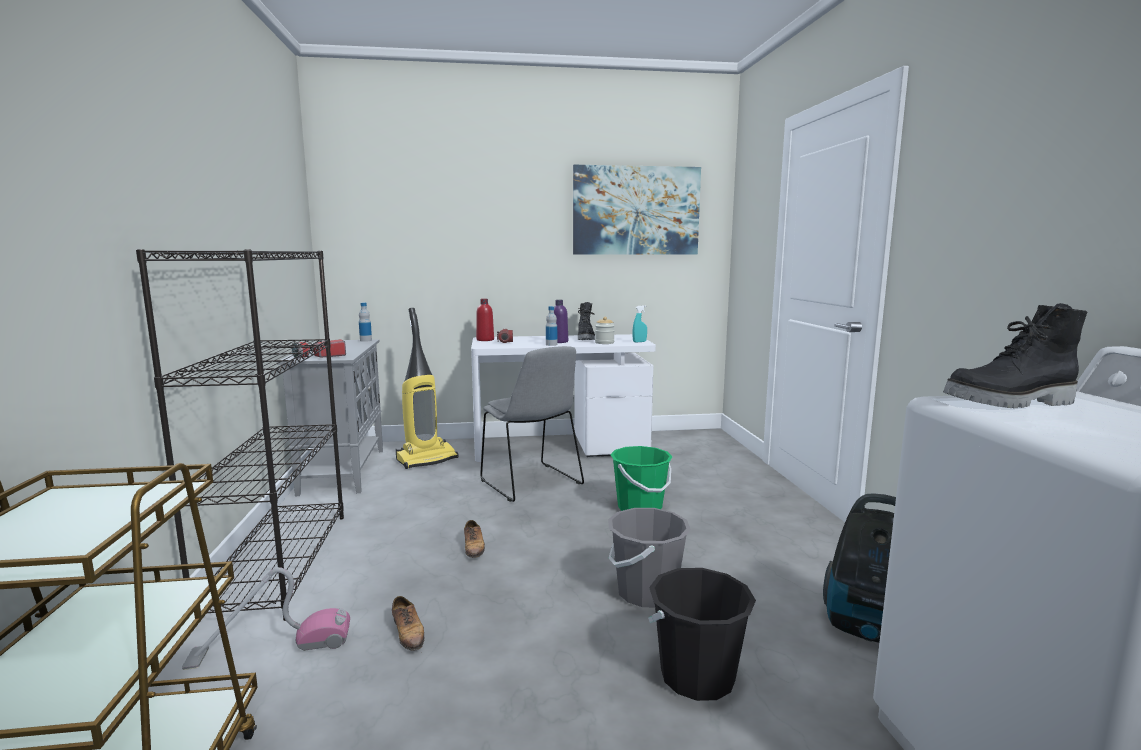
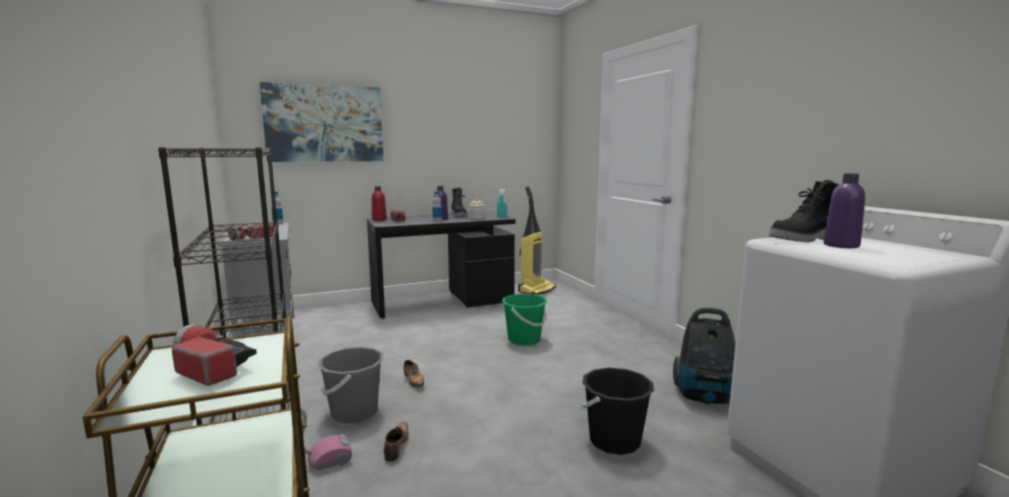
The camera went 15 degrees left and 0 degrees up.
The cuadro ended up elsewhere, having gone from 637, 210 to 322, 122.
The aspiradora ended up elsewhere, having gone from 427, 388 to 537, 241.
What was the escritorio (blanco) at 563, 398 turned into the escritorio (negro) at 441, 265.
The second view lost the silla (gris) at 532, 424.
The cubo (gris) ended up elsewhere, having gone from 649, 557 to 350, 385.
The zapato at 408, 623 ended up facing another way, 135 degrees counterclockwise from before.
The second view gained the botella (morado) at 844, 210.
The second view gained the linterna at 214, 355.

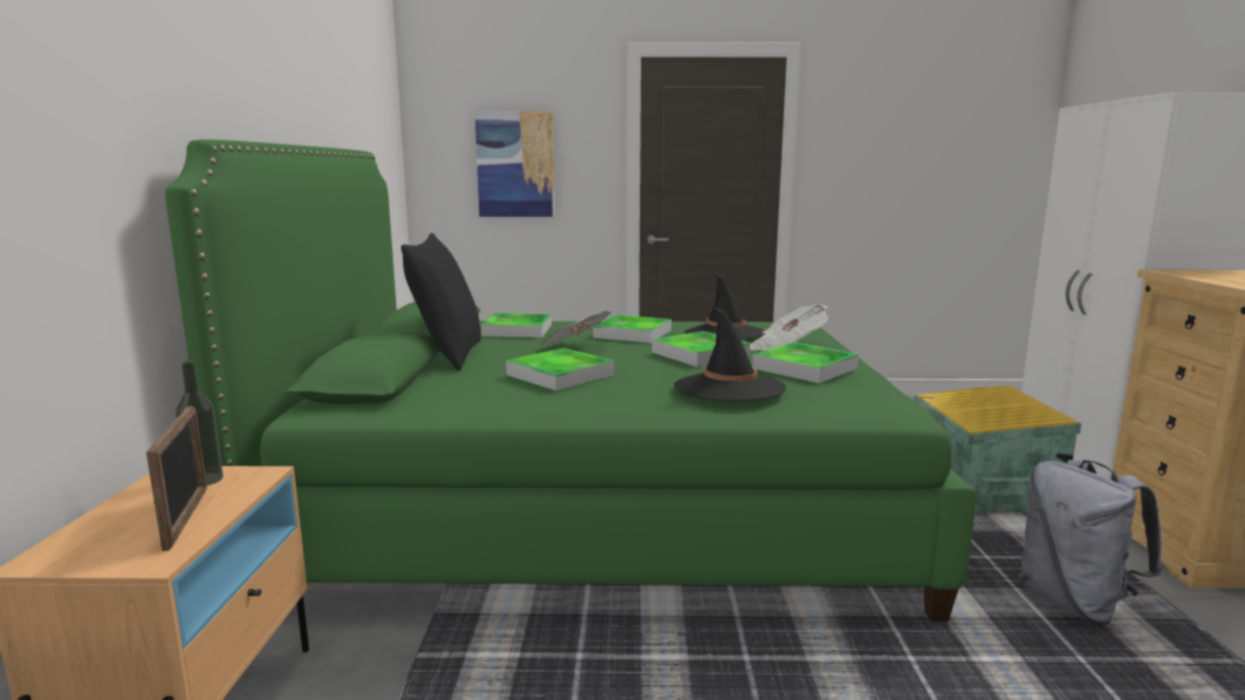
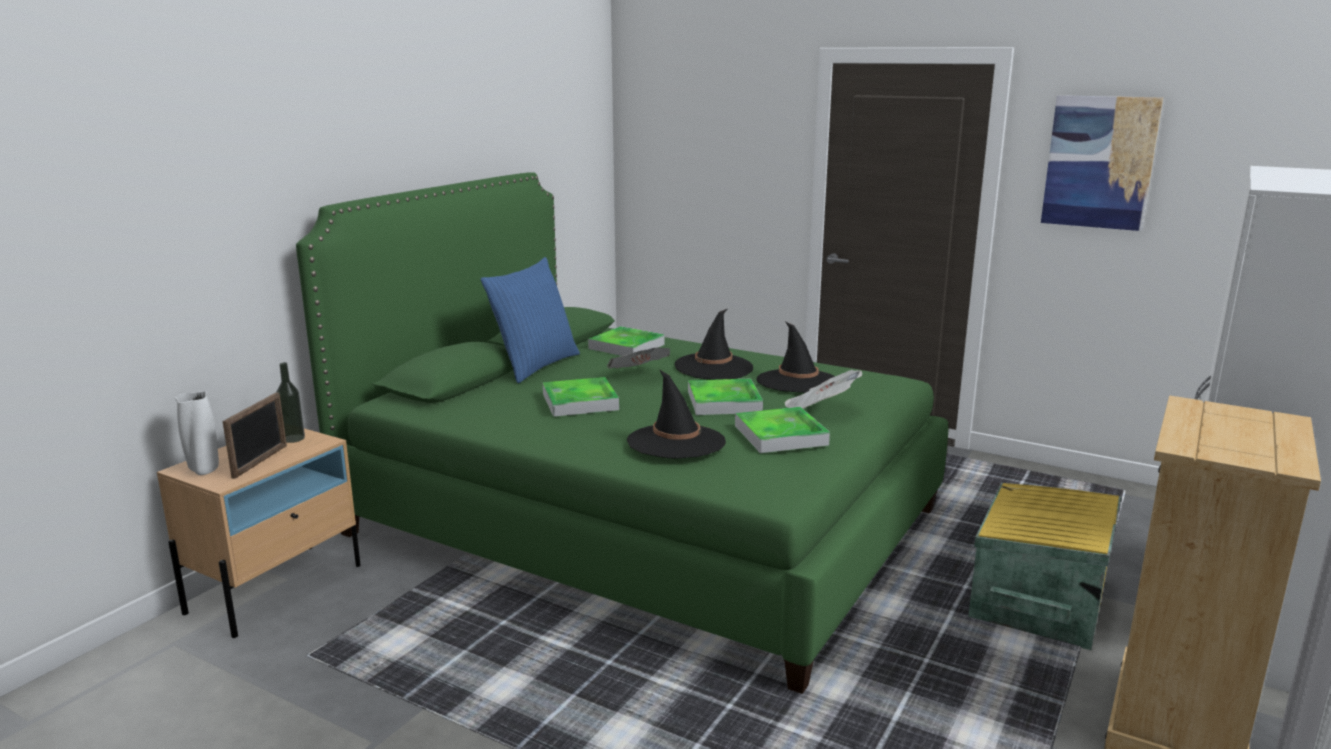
The camera went 30 degrees right and 5 degrees up.
The cuadro ended up elsewhere, having gone from 515, 164 to 1102, 163.
What was the cojín (negro) at 441, 302 turned into the cojín (azul) at 530, 320.
Where the bandeja stood at 632, 329, the sombrero (negro) came to stand at 714, 344.
The second view lost the mochila (gris) at 1090, 542.
The second view gained the florero (blanco) at 197, 433.

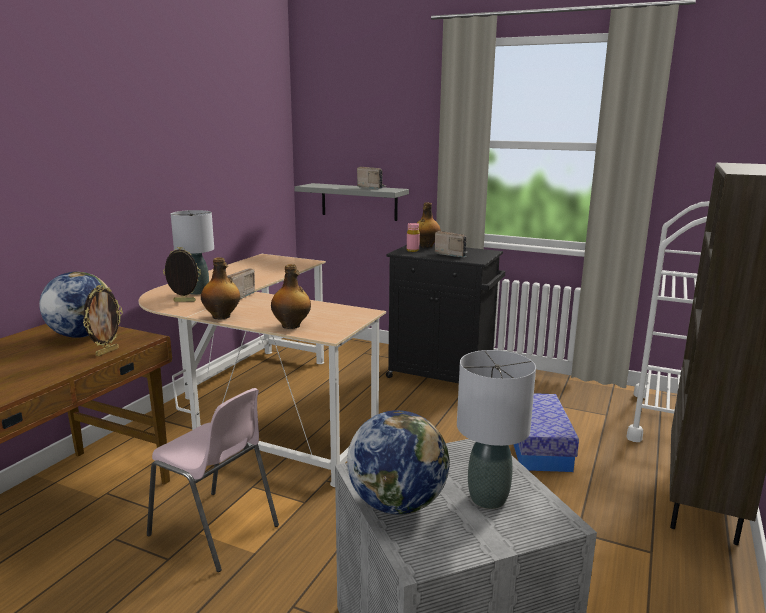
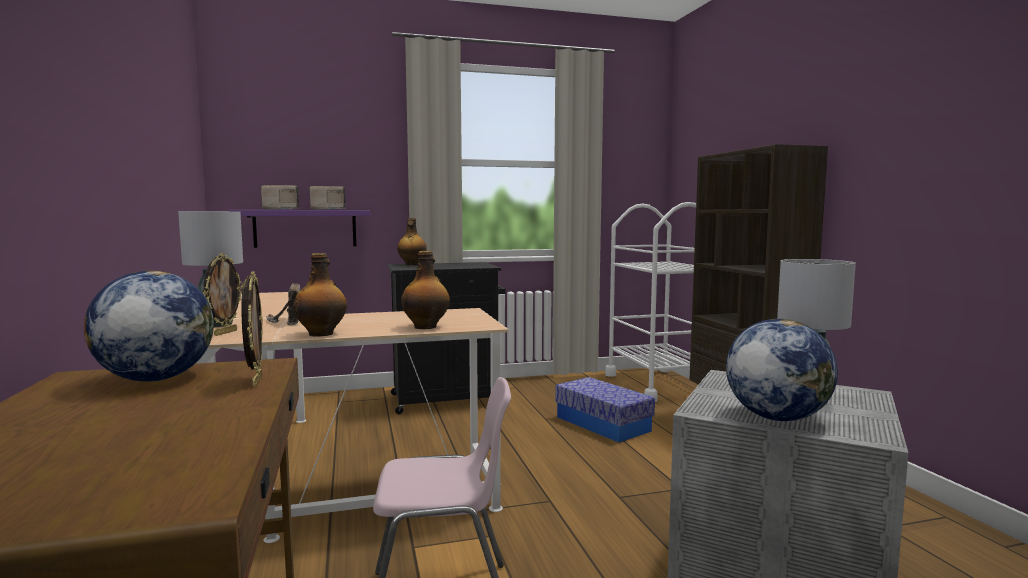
The camera went 40 degrees left and 10 degrees down.
What was the estante (gris) at 351, 202 turned into the estante (morado) at 299, 229.
The second view lost the botella (rosa) at 413, 237.
The radio ended up elsewhere, having gone from 451, 244 to 280, 197.
The portarretratos at 182, 274 ended up facing another way, 150 degrees clockwise from before.

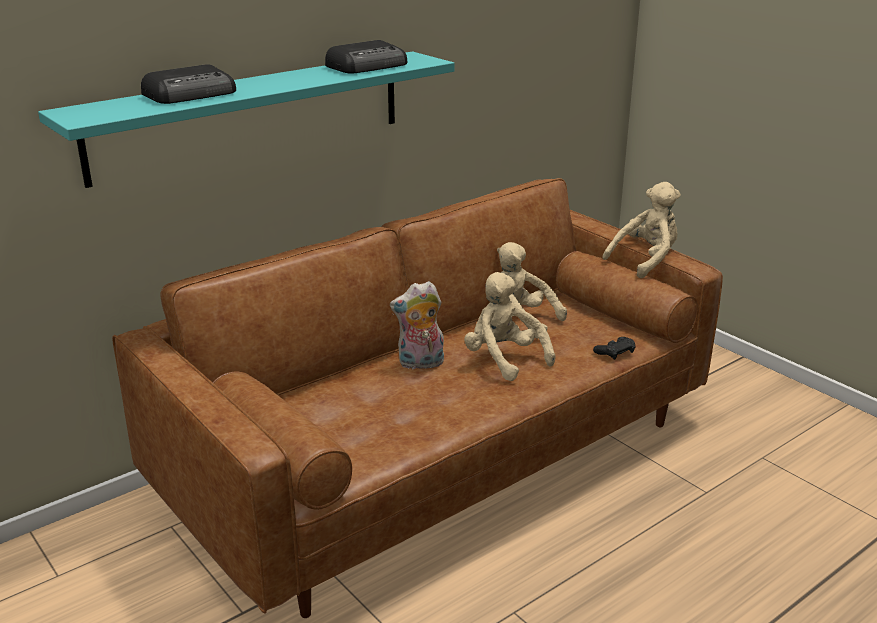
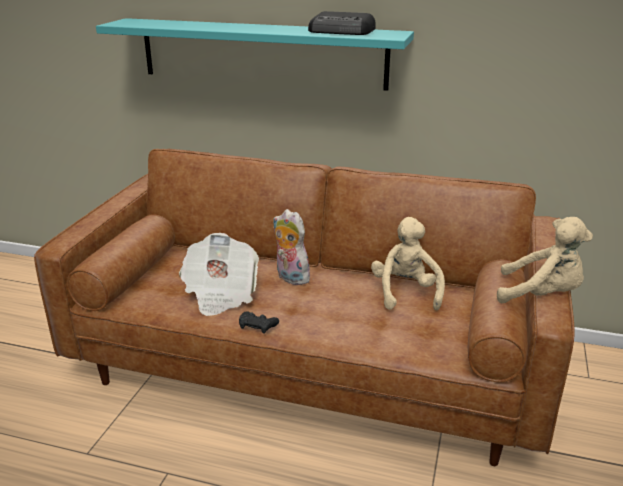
The camera went 55 degrees right and 0 degrees up.
The second view lost the radio at 188, 84.
The second view lost the peluche (beis) at 510, 326.
The mando de consola (negro) ended up elsewhere, having gone from 614, 348 to 259, 322.
The second view gained the periódico at 219, 274.

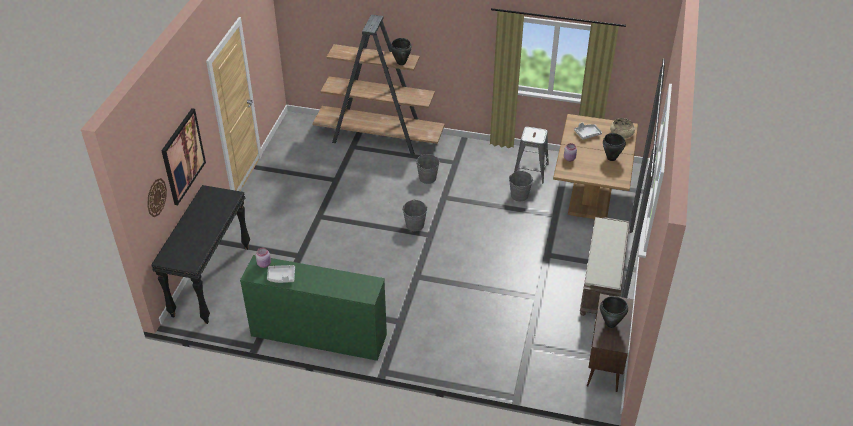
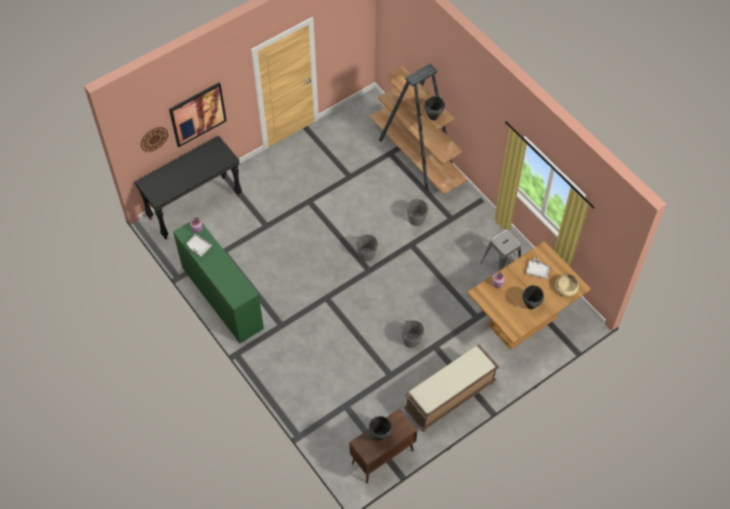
The camera went 40 degrees right and 15 degrees up.
The cubo (gris) ended up elsewhere, having gone from 521, 186 to 412, 334.

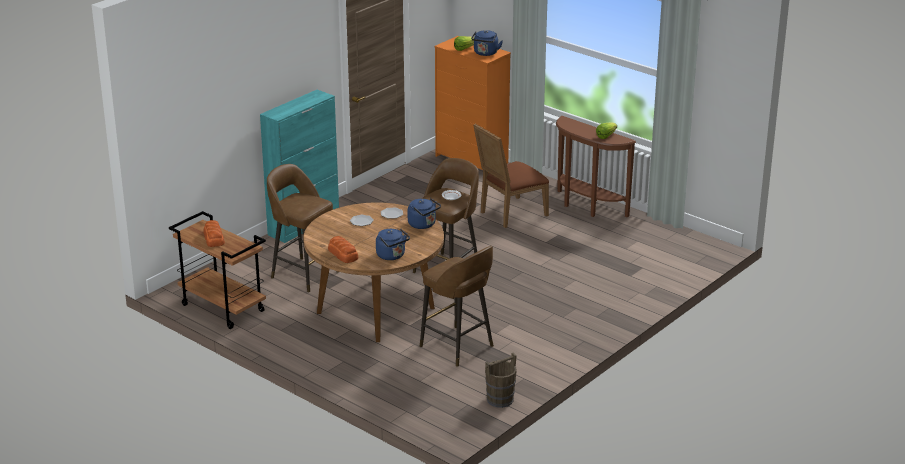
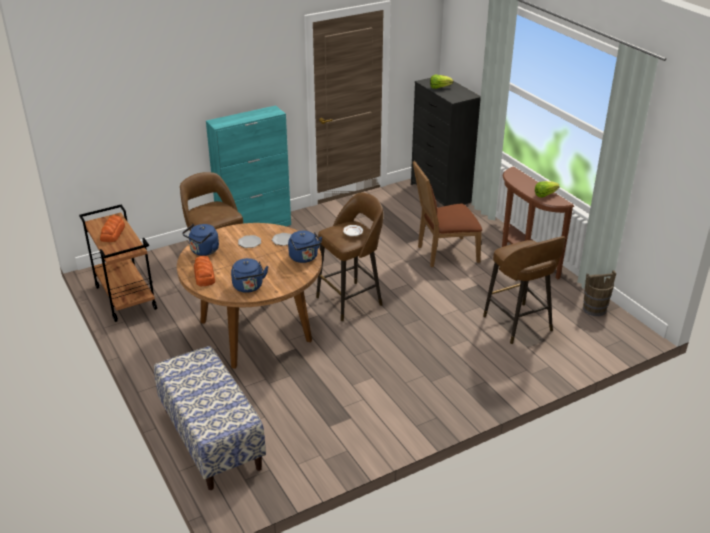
The camera went 20 degrees right and 5 degrees up.
The hervidor (azul) ended up elsewhere, having gone from 487, 43 to 200, 240.
What was the cómoda (naranja) at 472, 105 turned into the cómoda (negro) at 446, 140.
The taburete (marrón) ended up elsewhere, having gone from 457, 306 to 524, 290.
The cubo (marrón) ended up elsewhere, having gone from 501, 380 to 599, 293.
The second view gained the banco at 210, 418.

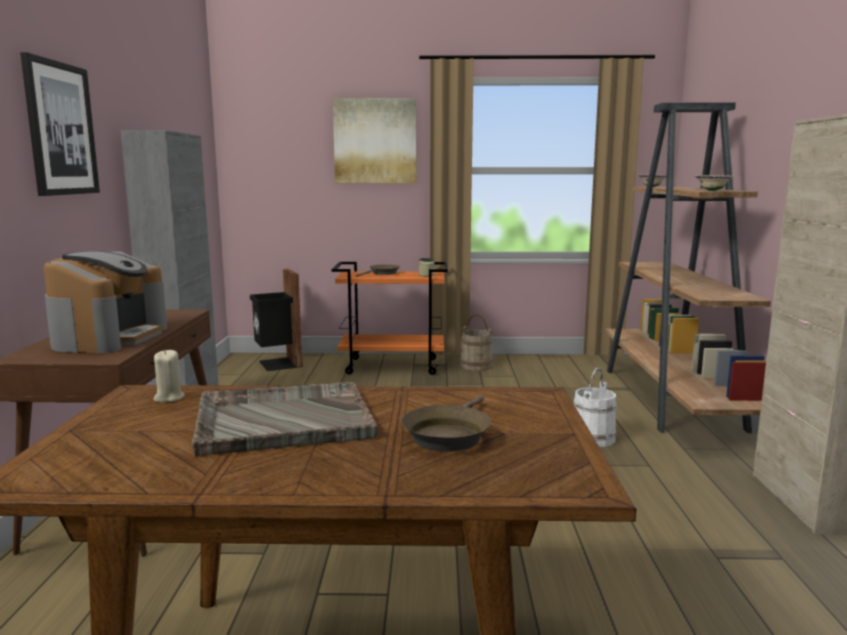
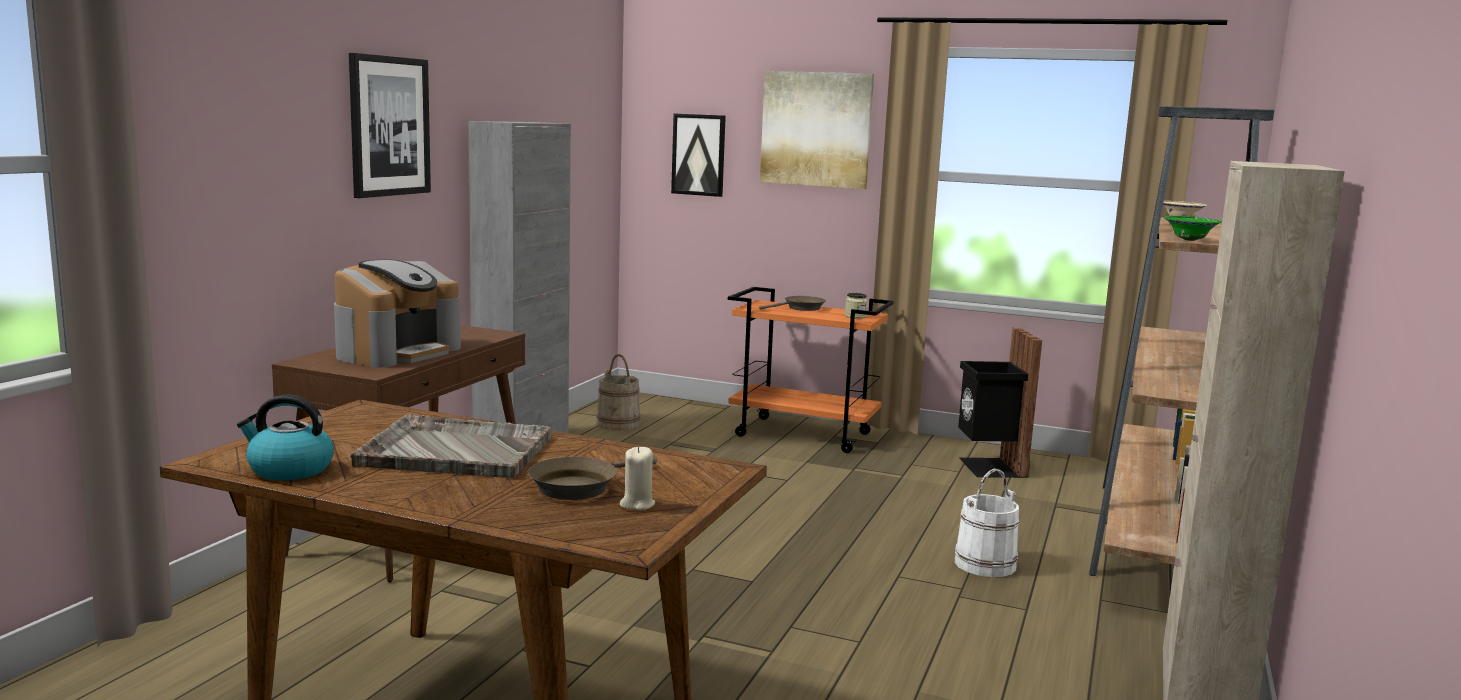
The camera went 20 degrees right and 0 degrees up.
What was the cuenco (beis) at 714, 183 turned into the cuenco (verde) at 1192, 228.
The papelera (negro) ended up elsewhere, having gone from 276, 320 to 1000, 403.
The cubo (beis) ended up elsewhere, having gone from 476, 342 to 618, 392.
The vela (beis) ended up elsewhere, having gone from 169, 376 to 637, 478.
The second view gained the cuadro at 698, 155.
The second view gained the hervidor at 285, 437.

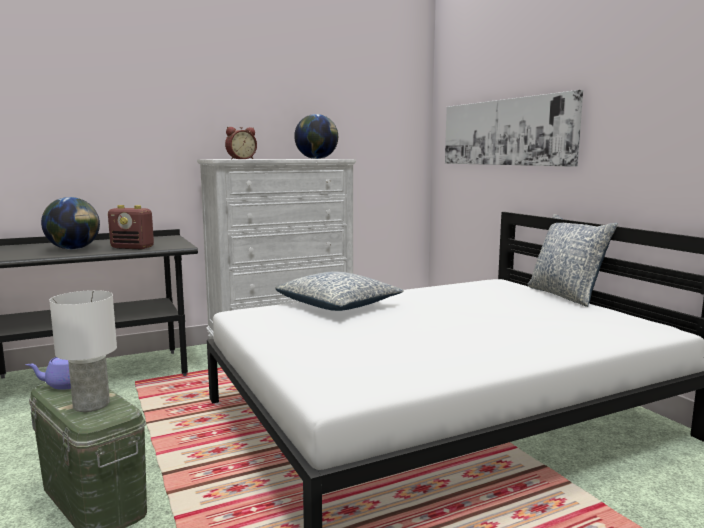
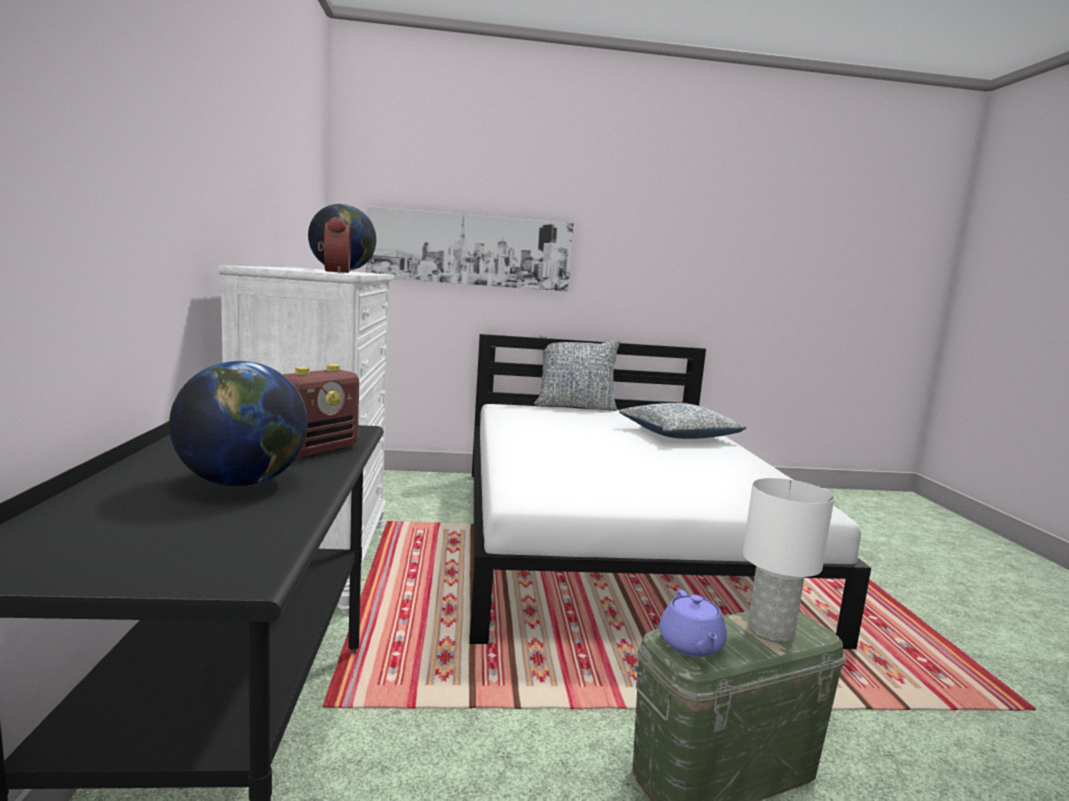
The camera went 70 degrees left and 0 degrees up.
The cojín ended up elsewhere, having gone from 339, 291 to 683, 421.

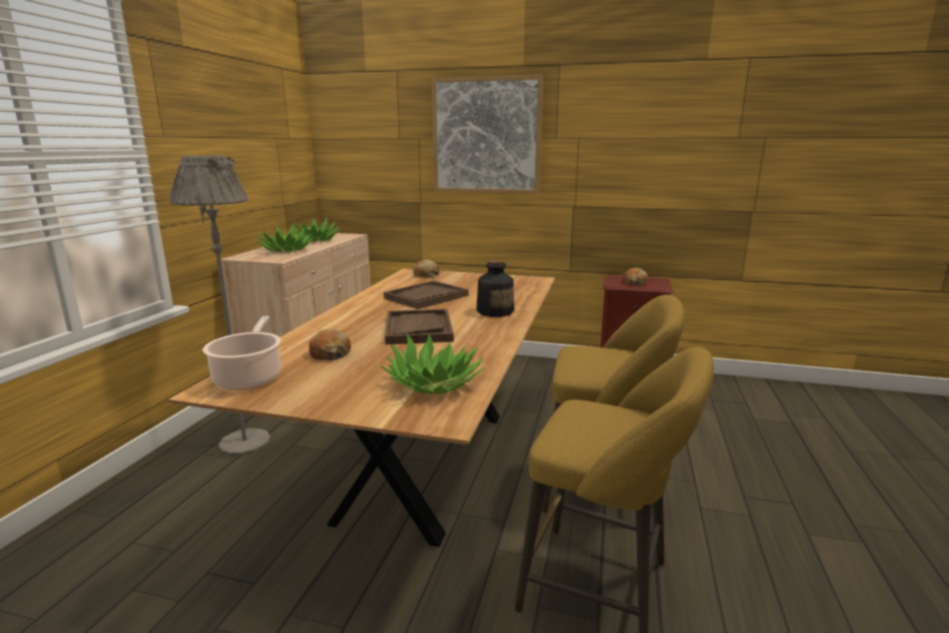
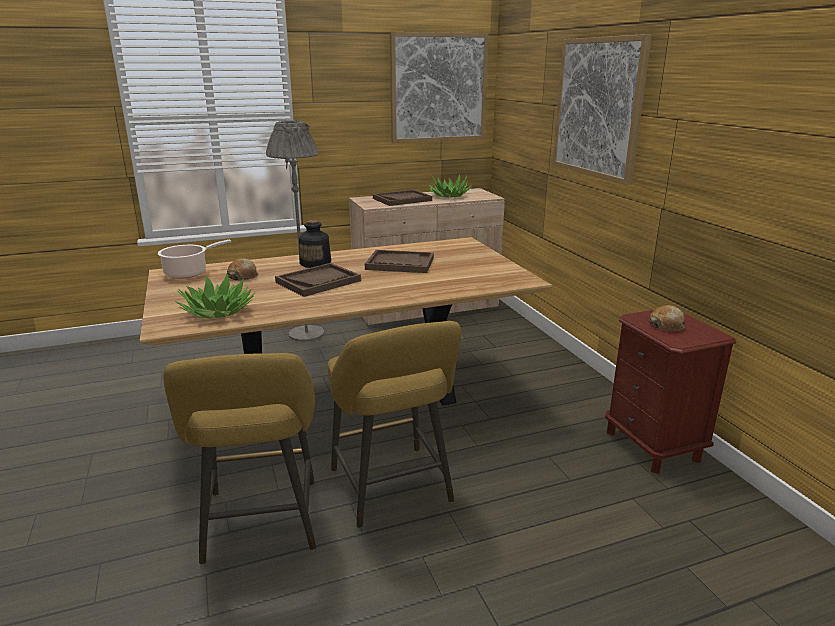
The camera went 55 degrees right and 5 degrees up.
Where the planta en maceta stood at 284, 238, the bandeja (marrón) came to stand at 402, 198.
The second view lost the pan at 426, 268.
The botella ended up elsewhere, having gone from 495, 288 to 315, 244.
The second view gained the cuadro at 439, 87.

